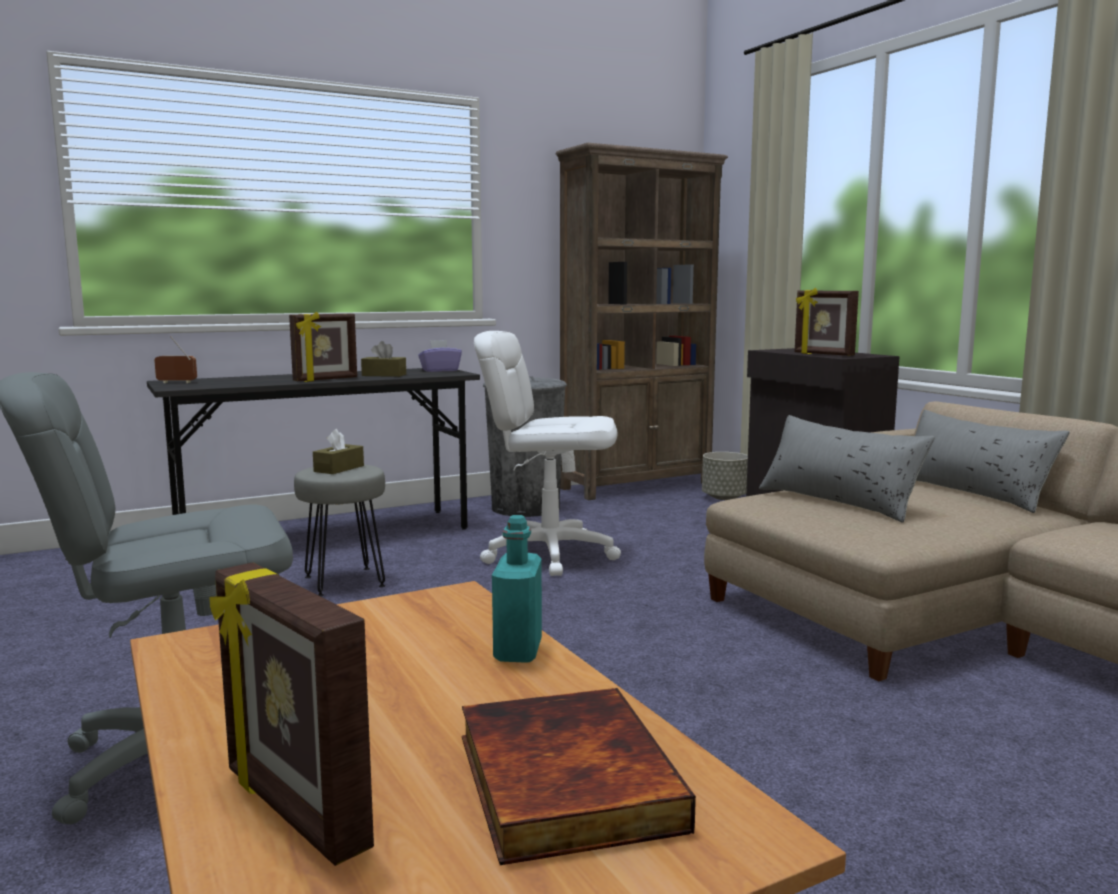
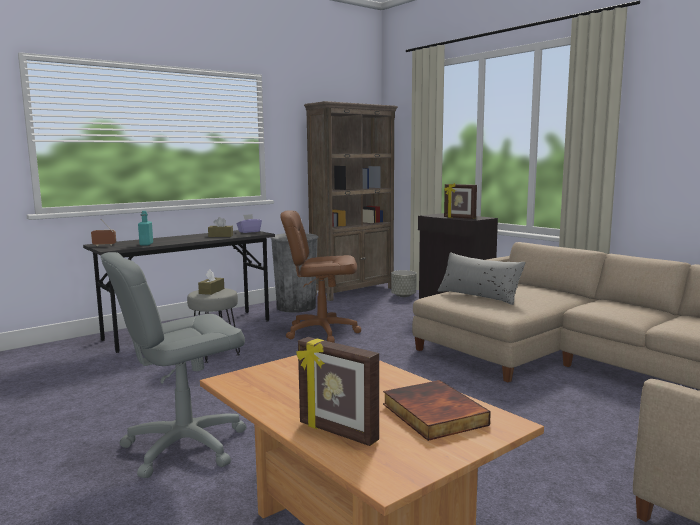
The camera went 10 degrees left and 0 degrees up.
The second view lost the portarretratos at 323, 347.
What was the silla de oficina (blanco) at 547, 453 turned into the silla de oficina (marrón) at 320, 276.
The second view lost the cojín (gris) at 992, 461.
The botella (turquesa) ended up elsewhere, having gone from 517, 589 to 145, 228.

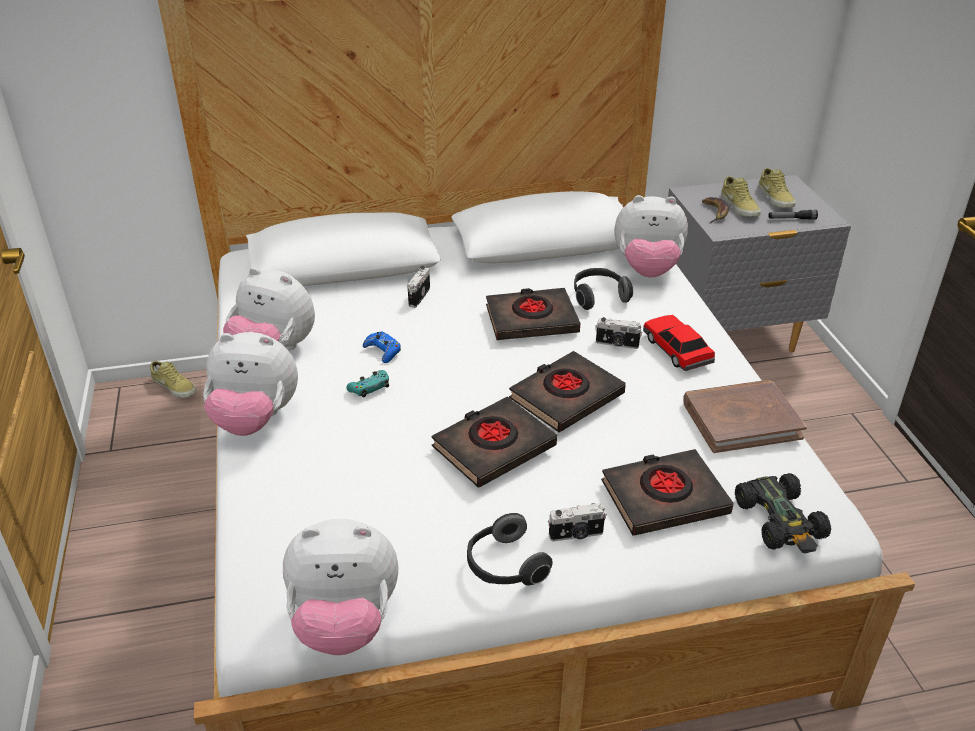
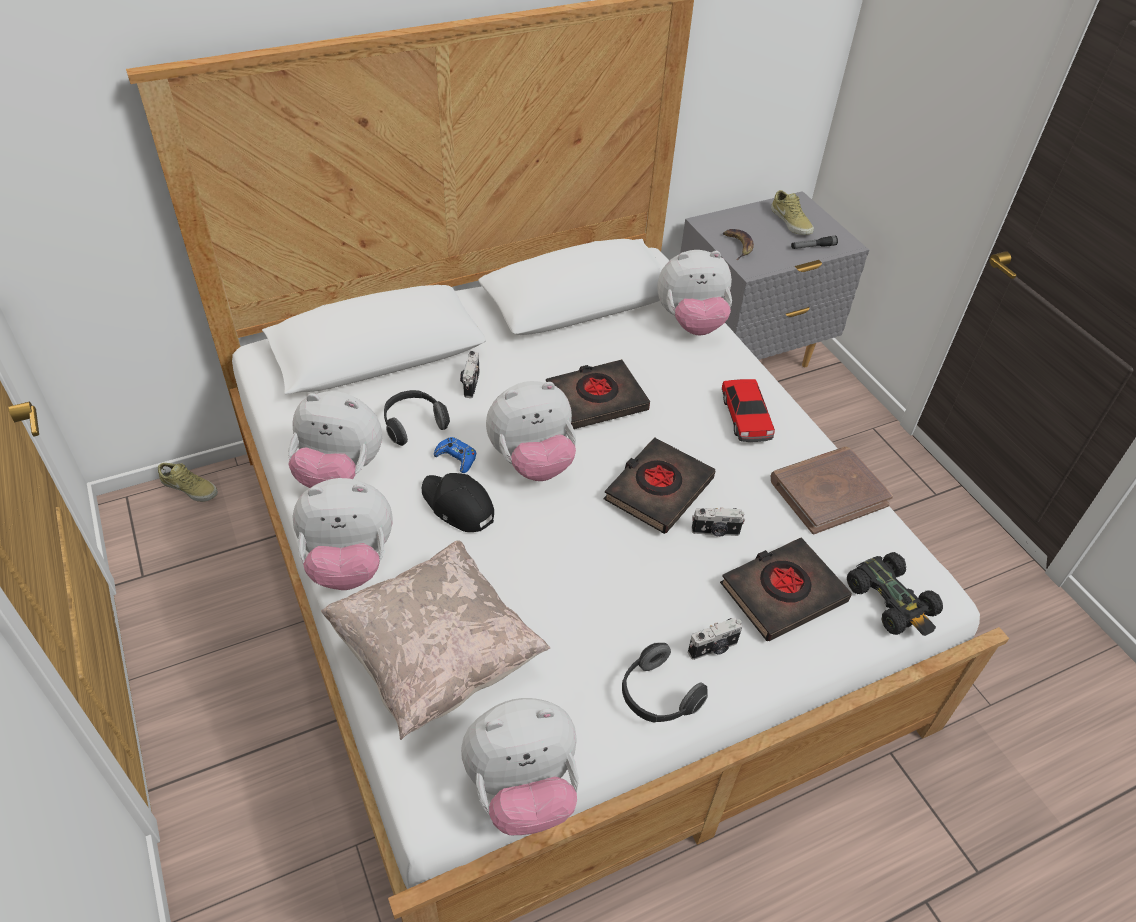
The camera went 15 degrees left and 10 degrees up.
The second view lost the zapato (beis) at 741, 196.
The auriculares ended up elsewhere, having gone from 603, 289 to 417, 418.
The coche de juguete at 679, 343 ended up facing another way, 150 degrees counterclockwise from before.
The cámara ended up elsewhere, having gone from 618, 333 to 718, 522.
Where the mando de consola (turquesa) stood at 367, 384, the gorra (negro) came to stand at 458, 502.
The second view lost the libro (negro) at 494, 442.
The second view gained the peluche at 531, 431.
The second view gained the cojín (beis) at 435, 640.

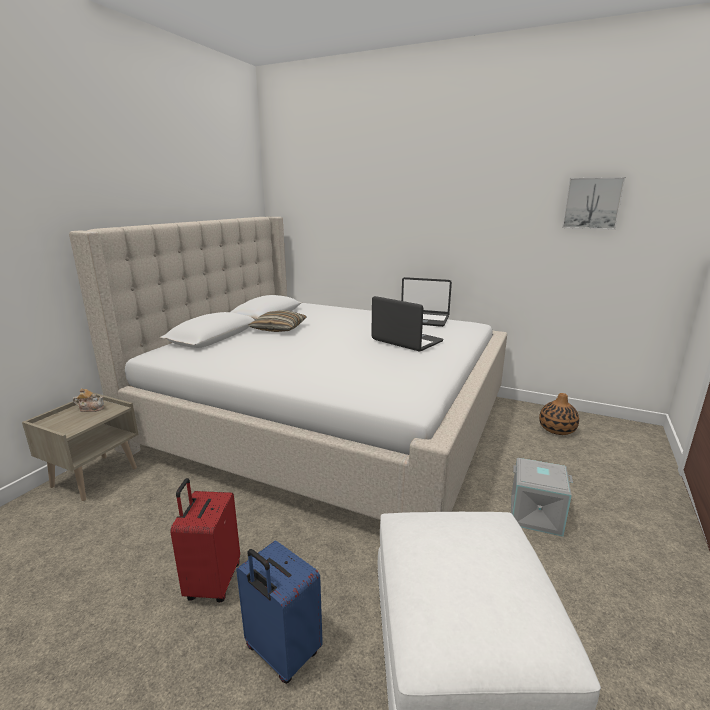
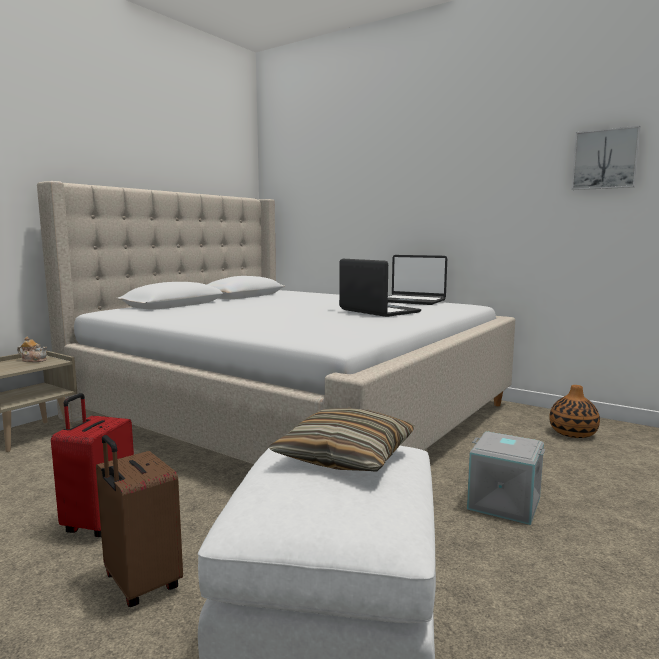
The camera went 10 degrees right and 10 degrees down.
The cojín ended up elsewhere, having gone from 277, 321 to 341, 440.
What was the maleta (azul) at 279, 612 turned into the maleta (marrón) at 139, 521.

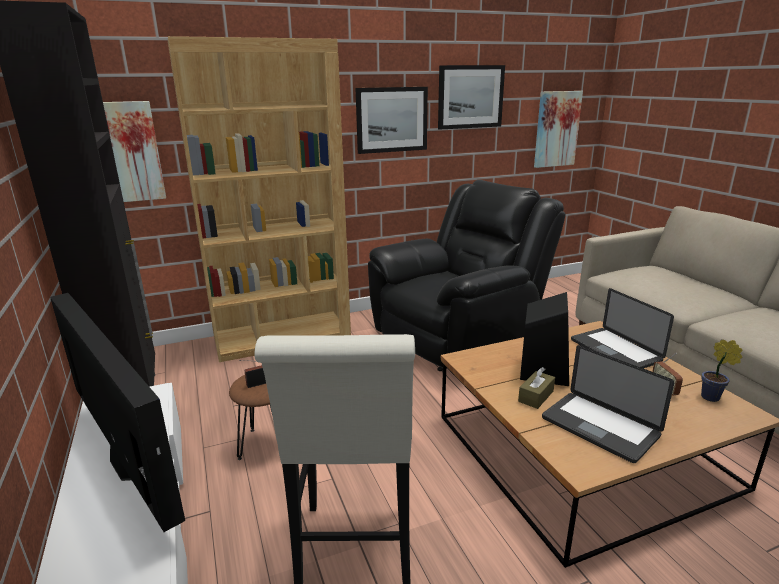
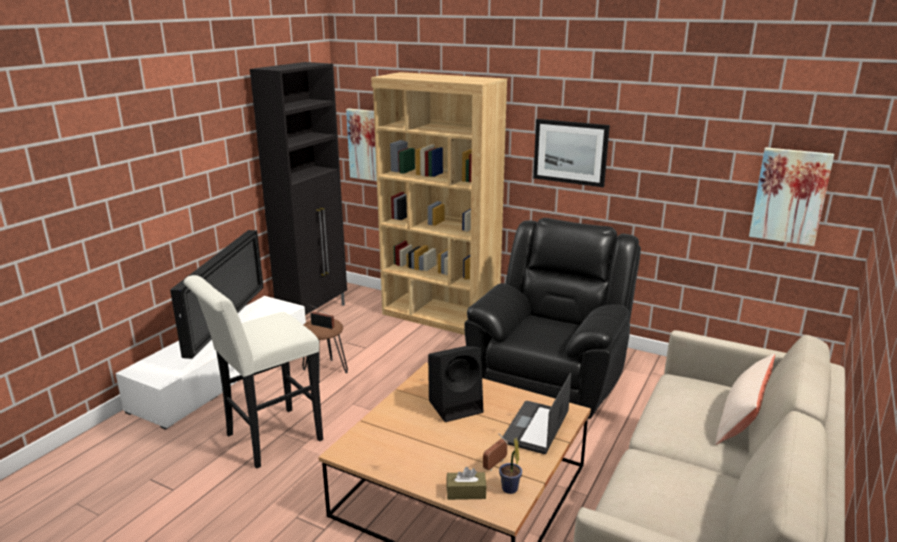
The camera went 50 degrees right and 0 degrees up.
The second view lost the cuadro at 471, 97.
The sillón (negro) at 467, 275 ended up facing another way, 75 degrees counterclockwise from before.
The second view lost the portátil at 608, 404.
The caja de pañuelos (marrón) ended up elsewhere, having gone from 536, 388 to 466, 483.
The second view gained the cojín (beis) at 745, 399.

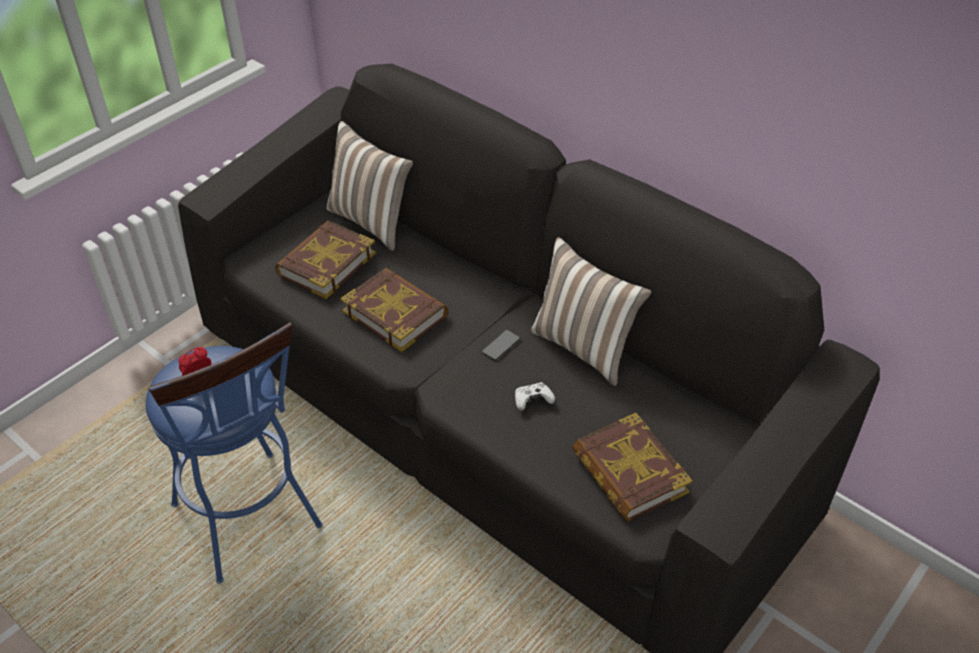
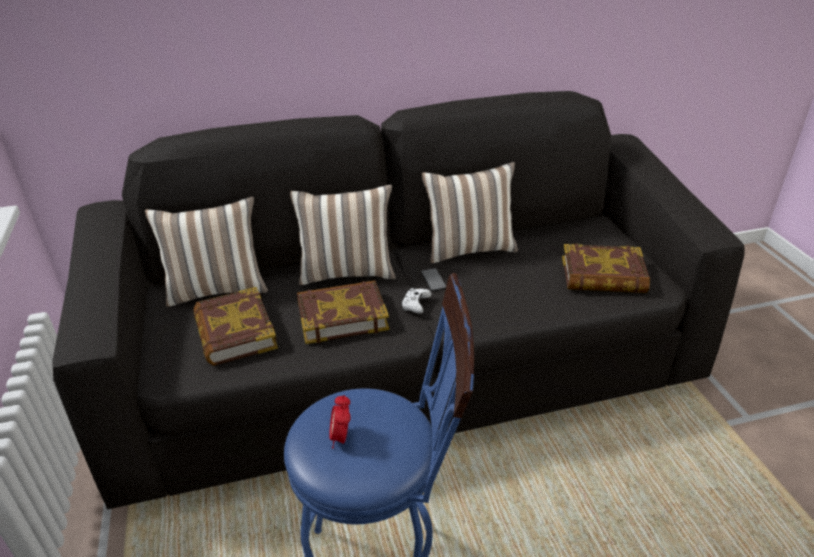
The camera went 55 degrees left and 10 degrees down.
The mando de consola (blanco) ended up elsewhere, having gone from 535, 396 to 416, 301.
The second view gained the cojín at 343, 235.

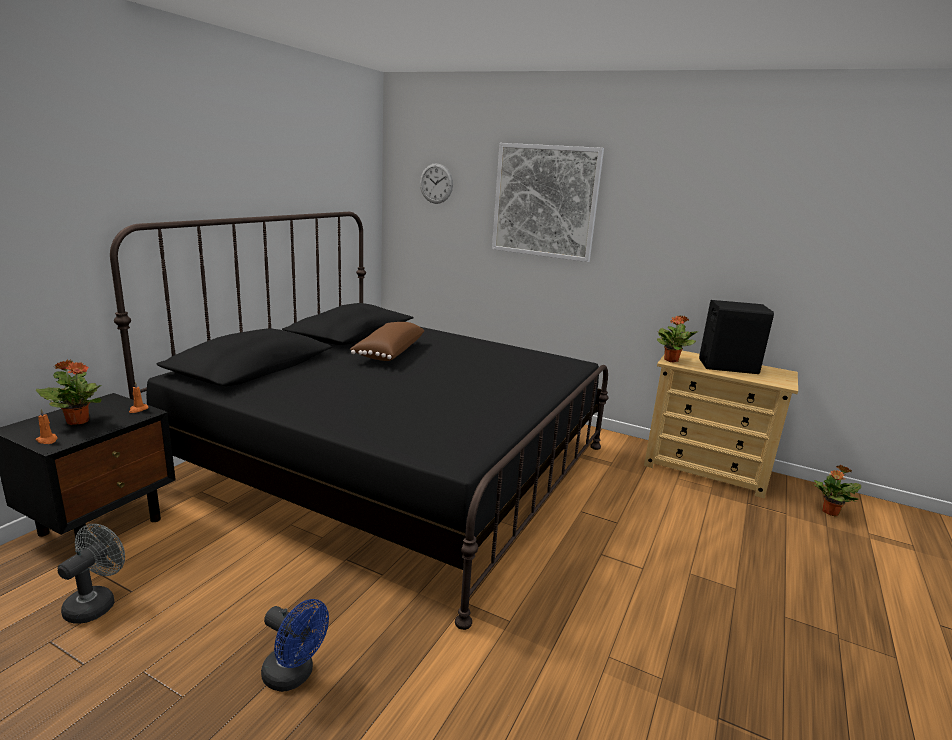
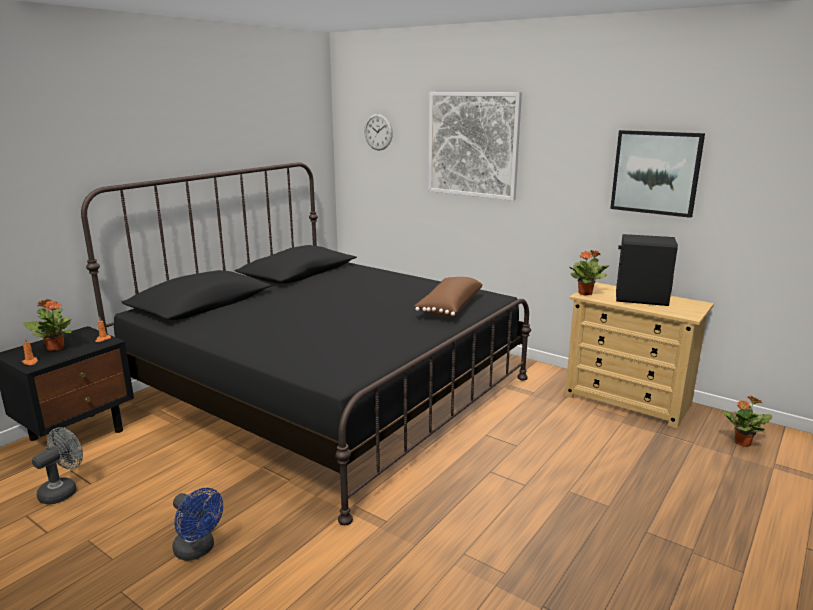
The camera went 10 degrees right and 0 degrees up.
The cojín (marrón) ended up elsewhere, having gone from 387, 341 to 448, 297.
The second view gained the cuadro at 657, 174.

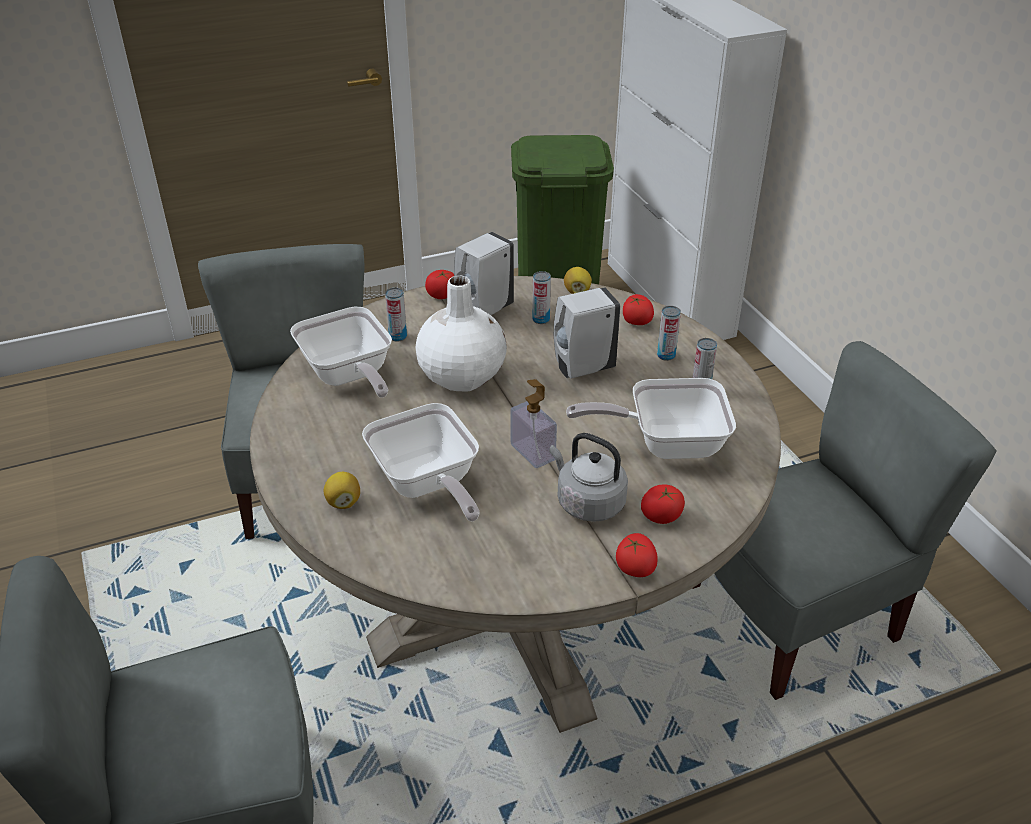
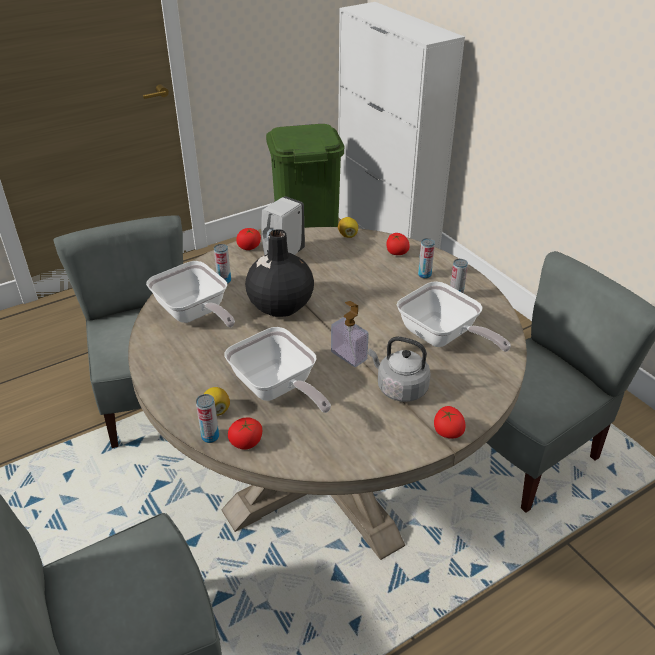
The camera went 10 degrees left and 0 degrees up.
The lata ended up elsewhere, having gone from 541, 297 to 207, 418.
What was the florero (blanco) at 461, 333 turned into the florero (negro) at 279, 273.
The second view lost the dispensador de jabón (blanco) at 587, 333.
The sartén at 651, 418 ended up facing another way, 120 degrees counterclockwise from before.
The tomate ended up elsewhere, having gone from 663, 504 to 245, 434.

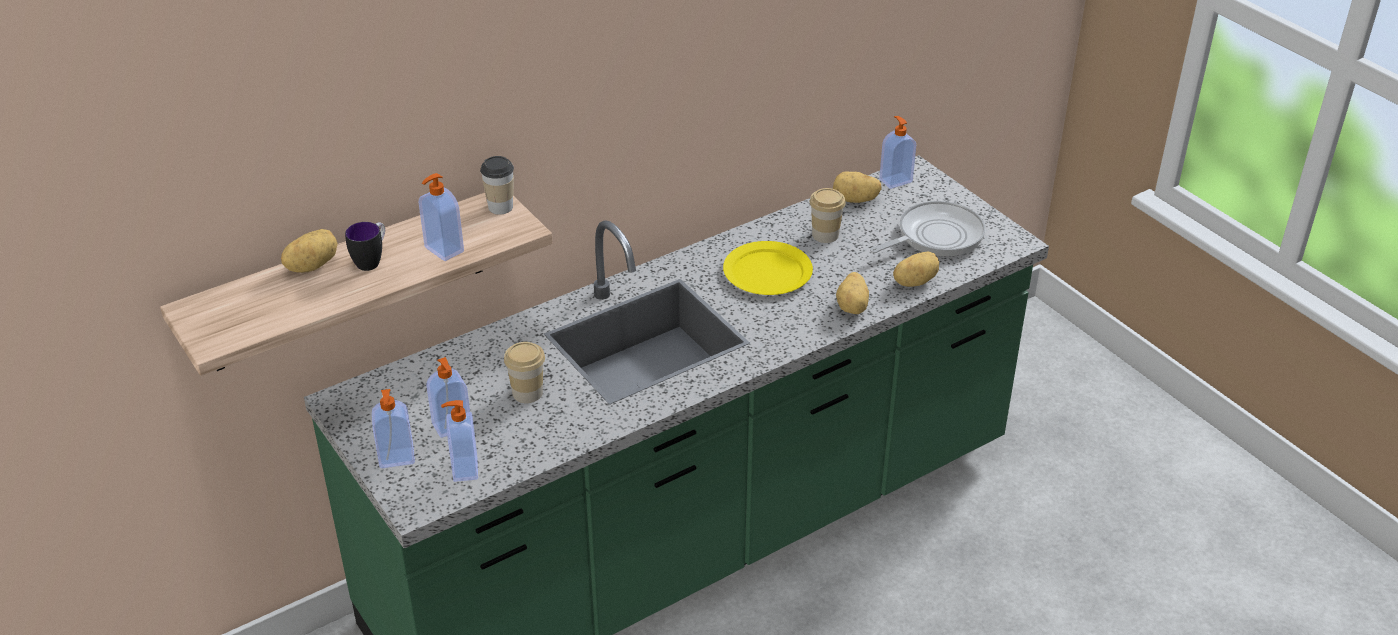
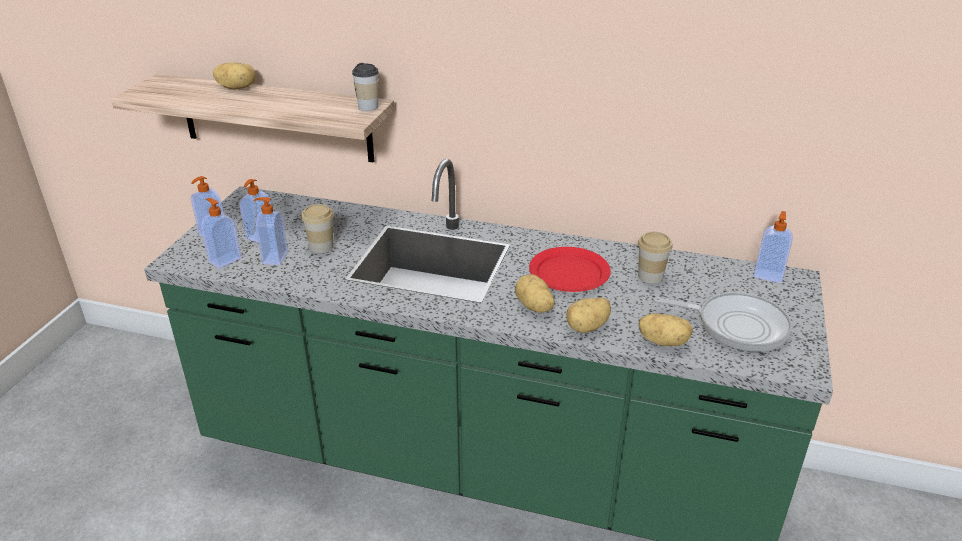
The camera went 50 degrees right and 5 degrees down.
The patata ended up elsewhere, having gone from 857, 187 to 535, 293.
The dispensador de jabón ended up elsewhere, having gone from 441, 217 to 271, 231.
The second view lost the taza grande at 365, 246.
What was the plato (amarillo) at 768, 268 turned into the plato (rojo) at 570, 269.

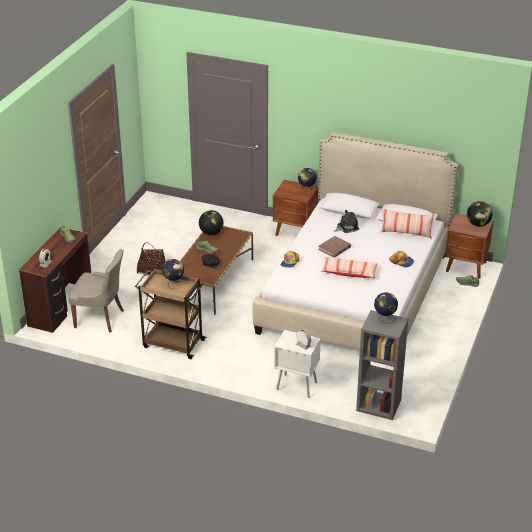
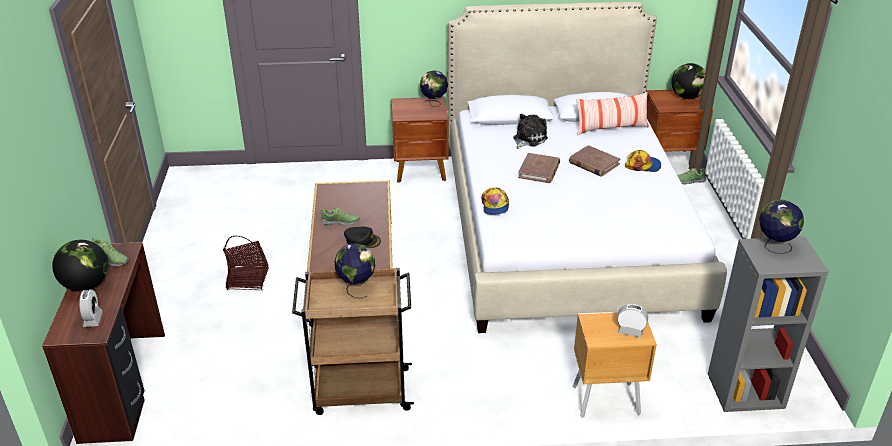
The camera went 25 degrees left and 0 degrees up.
The globo terráqueo ended up elsewhere, having gone from 211, 222 to 80, 265.
The second view lost the silla (gris) at 96, 291.
The second view lost the cojín at 349, 267.
What was the mesita de noche (blanco) at 297, 364 turned into the mesita de noche (marrón) at 614, 365.
The second view gained the libro (marrón) at 594, 161.

